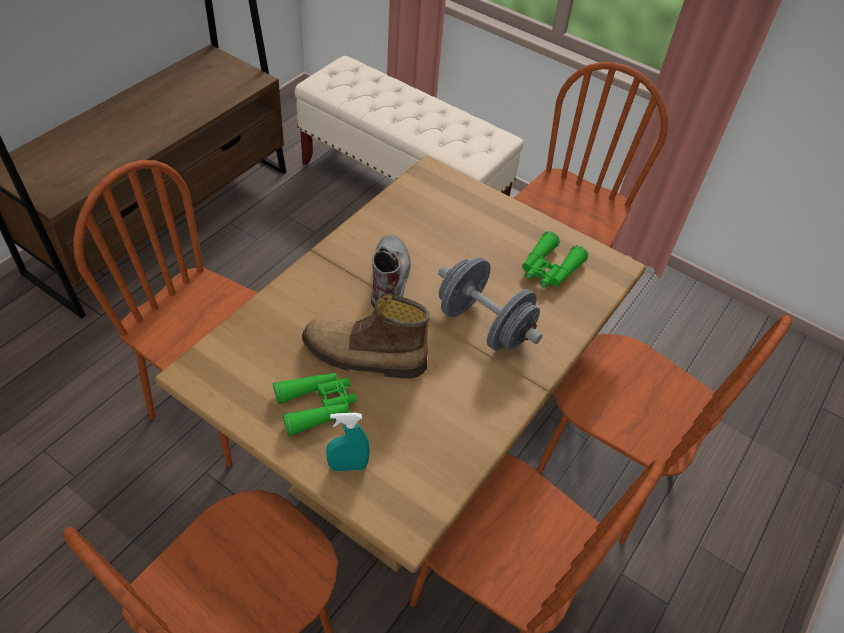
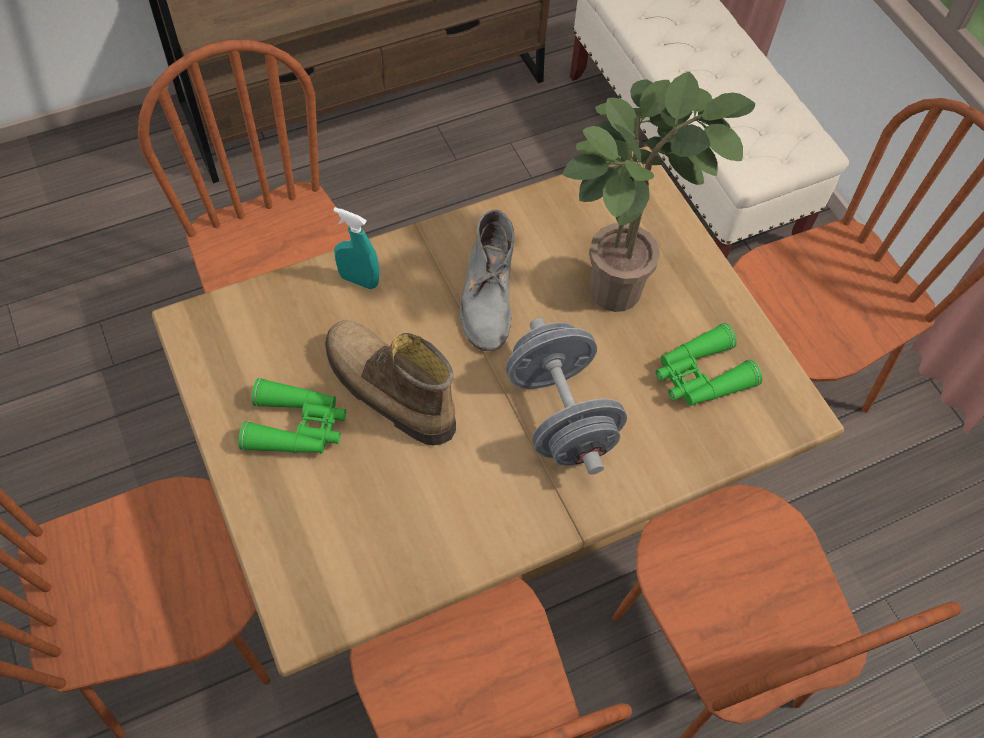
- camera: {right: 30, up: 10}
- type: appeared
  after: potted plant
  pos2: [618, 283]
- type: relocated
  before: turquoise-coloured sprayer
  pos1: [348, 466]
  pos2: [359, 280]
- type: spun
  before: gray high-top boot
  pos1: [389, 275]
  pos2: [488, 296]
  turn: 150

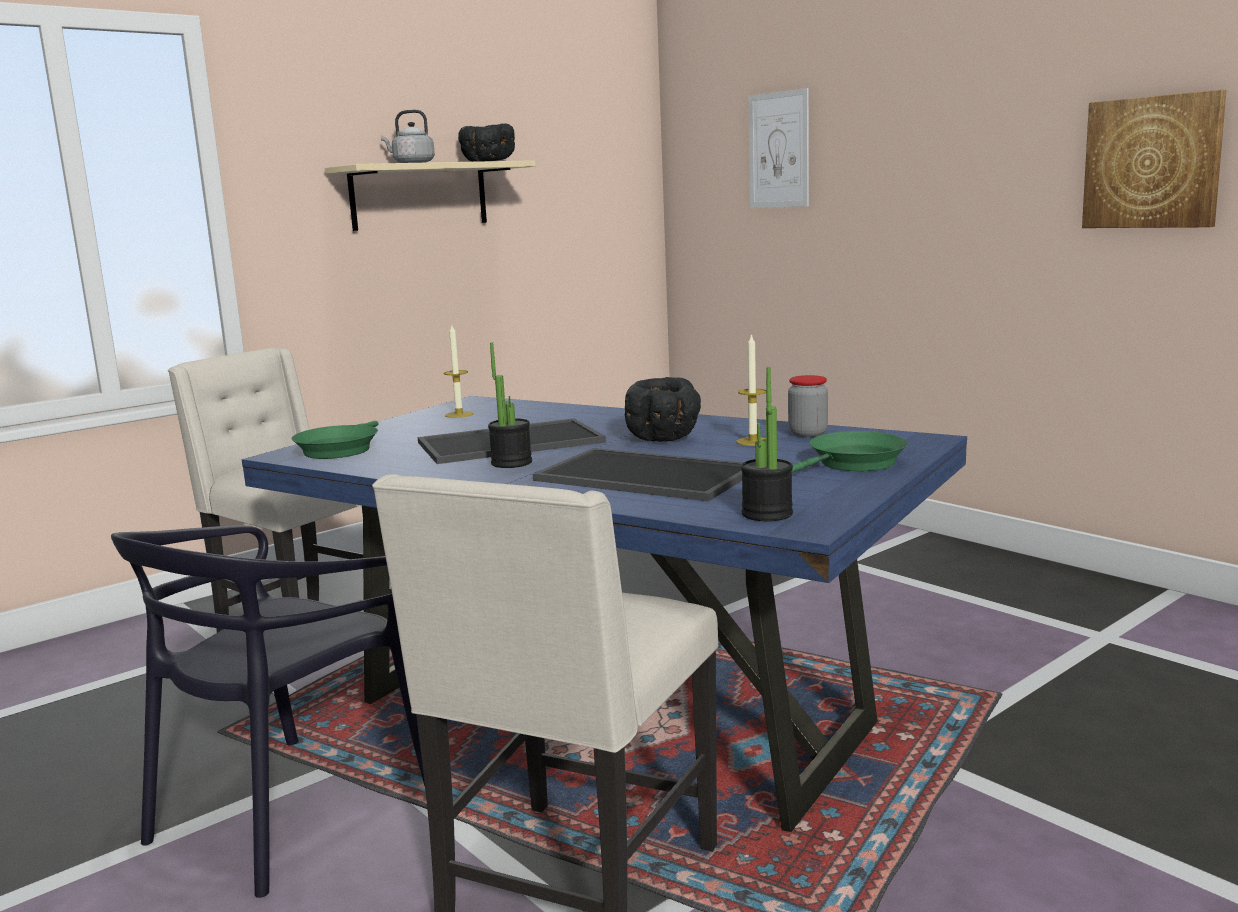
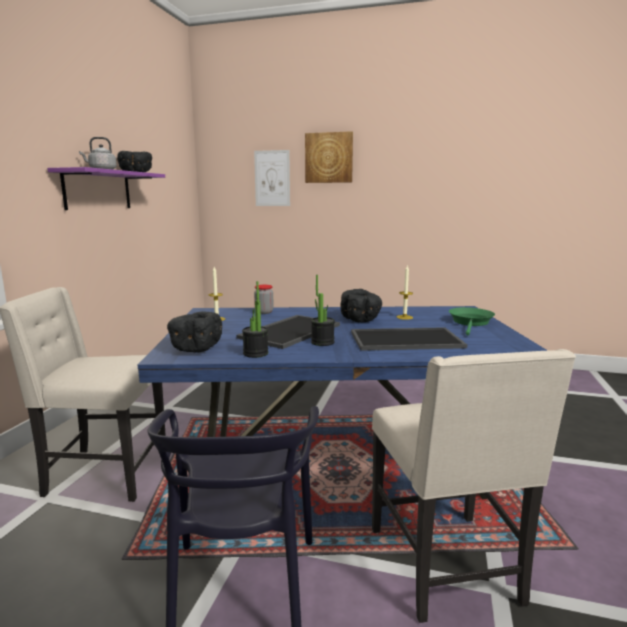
- camera: {right: -35, up: 0}
- type: relocated
  before: potted plant
  pos1: [767, 514]
  pos2: [255, 353]
- type: relocated
  before: storage jar
  pos1: [808, 433]
  pos2: [264, 312]
- type: relocated
  before: wall picture
  pos1: [1152, 162]
  pos2: [329, 158]
- type: exchanged
  before: green-coloured skillet
  after: blackish deep dish
  pos1: [339, 449]
  pos2: [195, 348]
- type: colour
  before: beige shelf
  after: purple-coloured shelf
  pos1: [419, 196]
  pos2: [97, 190]

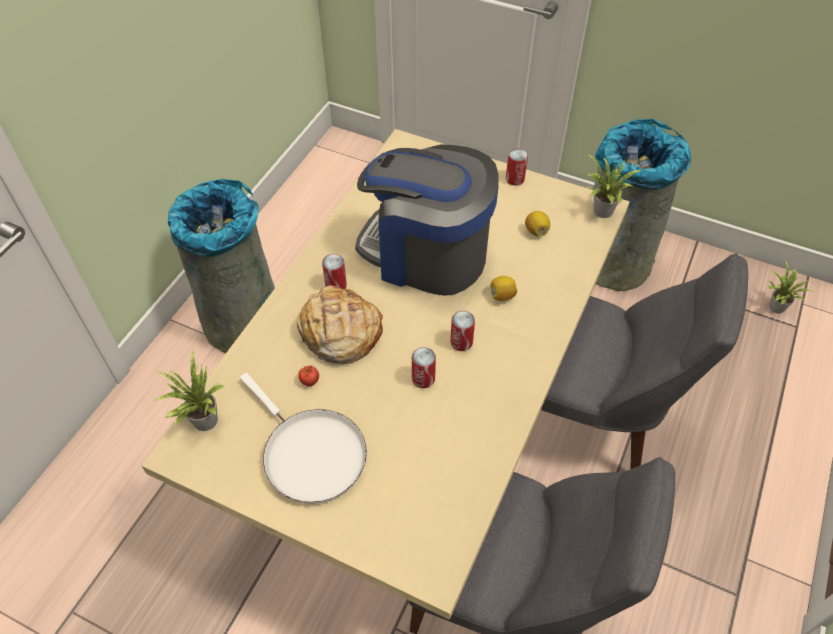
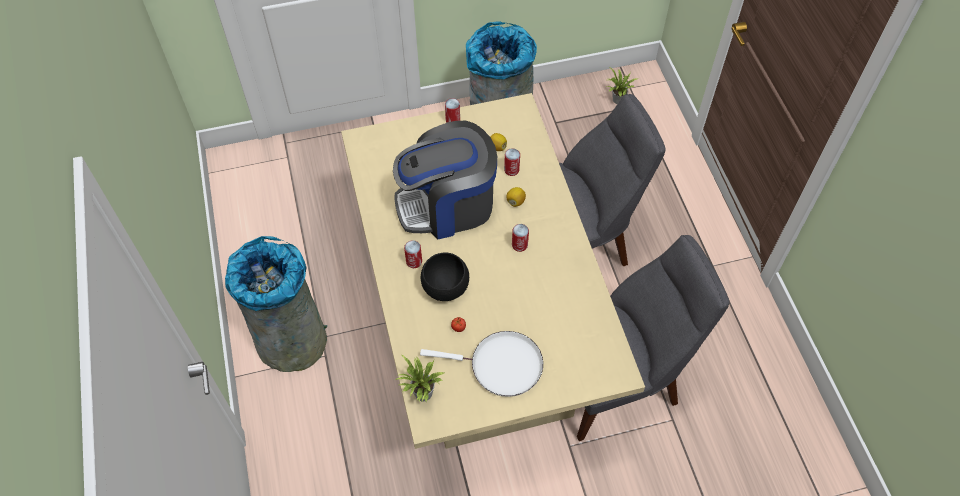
- camera: {right: -40, up: 5}
- type: missing
  before: potted plant
  pos1: [601, 212]
- type: relocated
  before: sealed can
  pos1: [423, 378]
  pos2: [511, 170]
- type: exchanged
  before: bread
  after: blackish deep dish
  pos1: [339, 333]
  pos2: [446, 288]

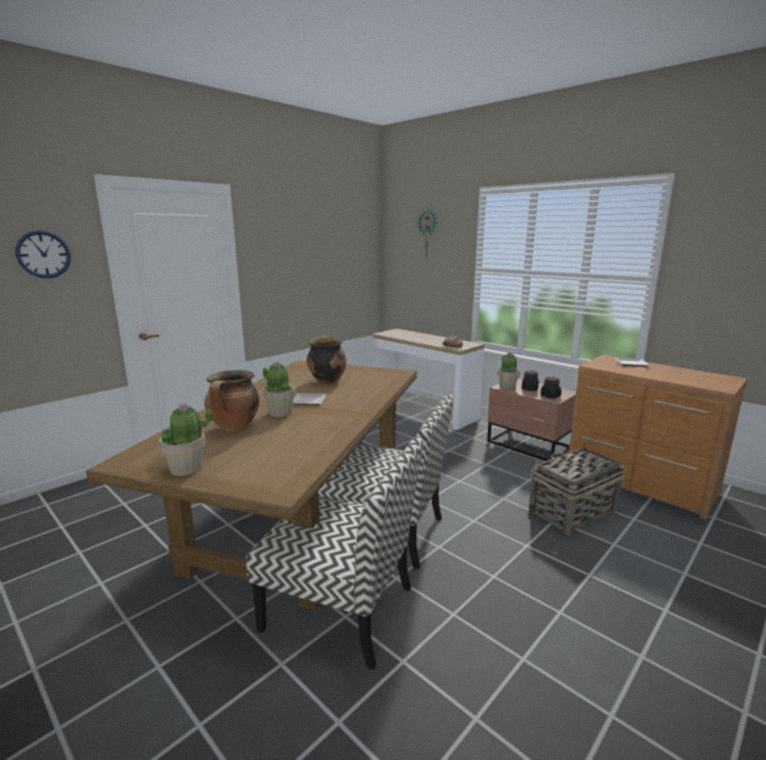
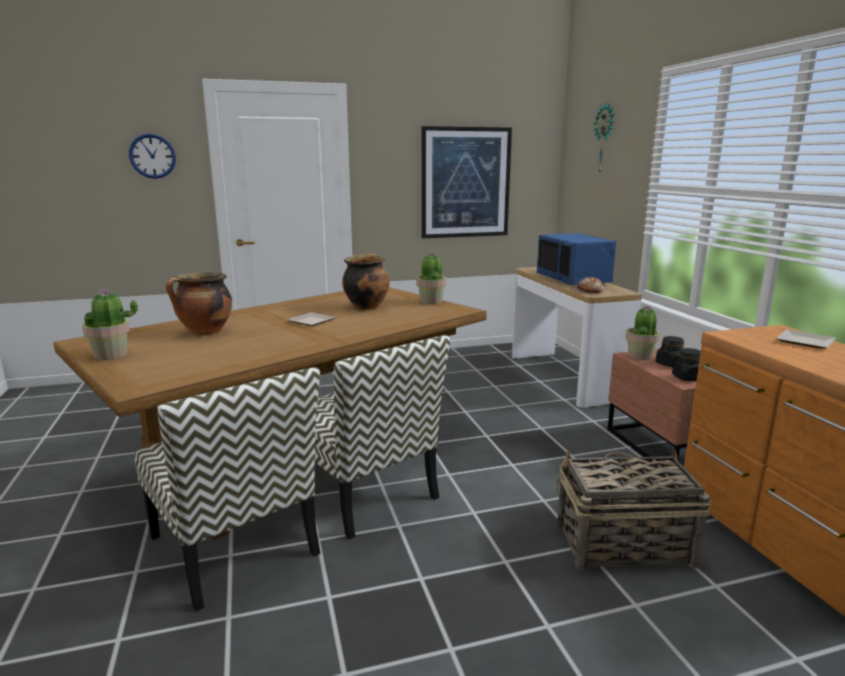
- camera: {right: 30, up: 0}
- type: appeared
  after: wall picture
  pos2: [465, 183]
- type: appeared
  after: blue kitchen microwave
  pos2: [574, 279]
- type: relocated
  before: potted plant
  pos1: [280, 412]
  pos2: [431, 301]

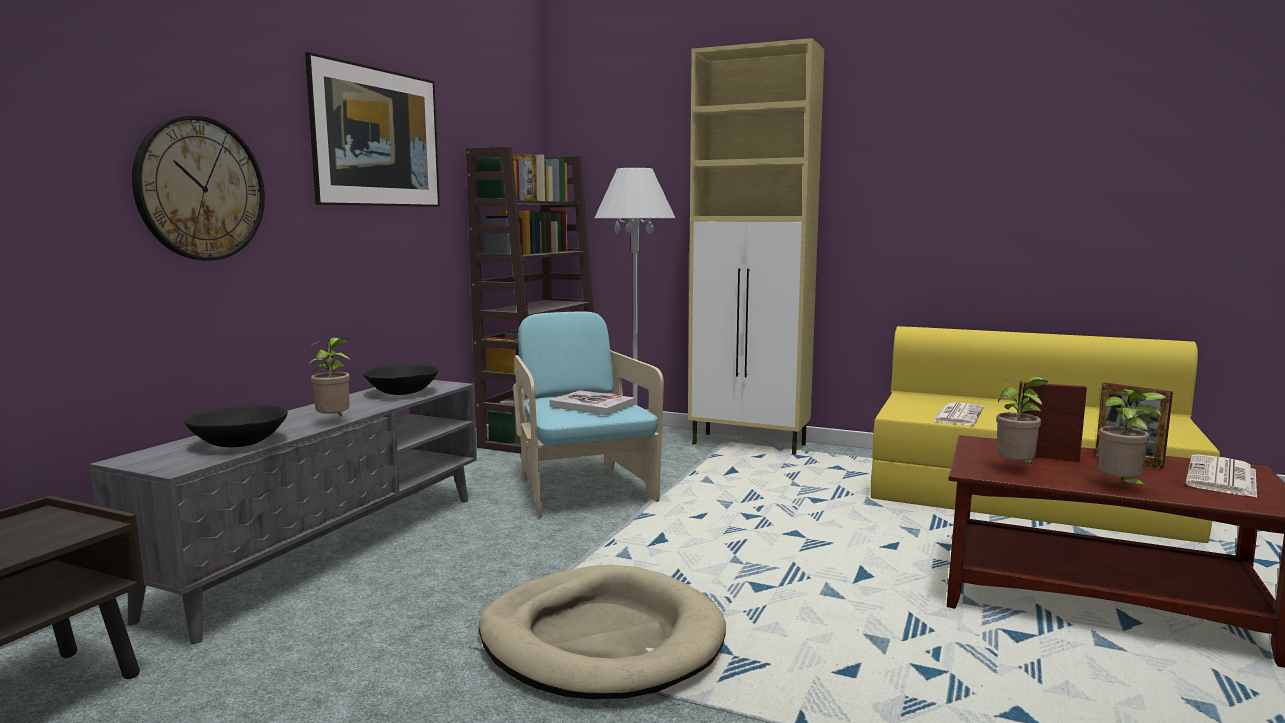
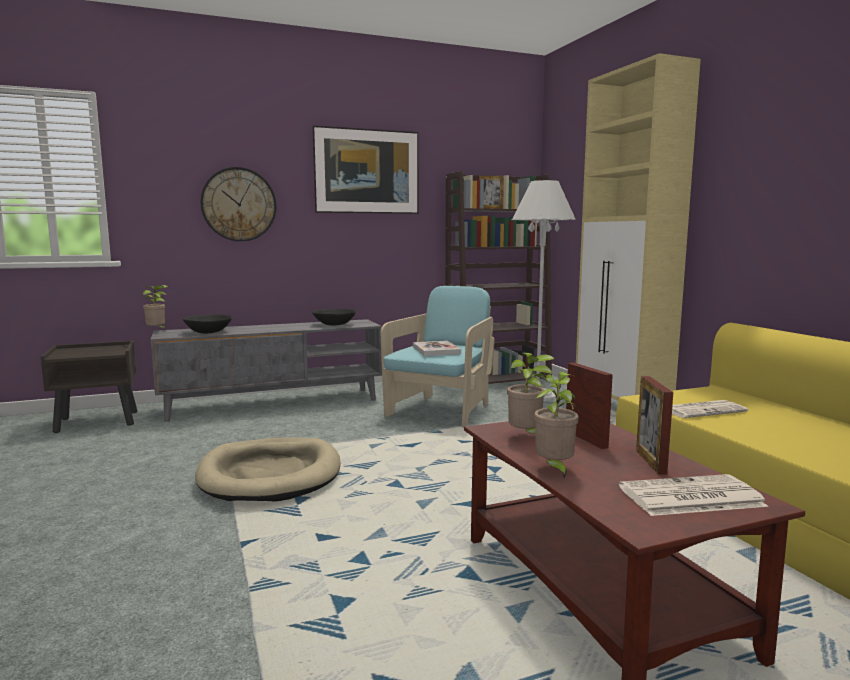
- camera: {right: 45, up: 0}
- type: relocated
  before: potted plant
  pos1: [334, 422]
  pos2: [157, 331]

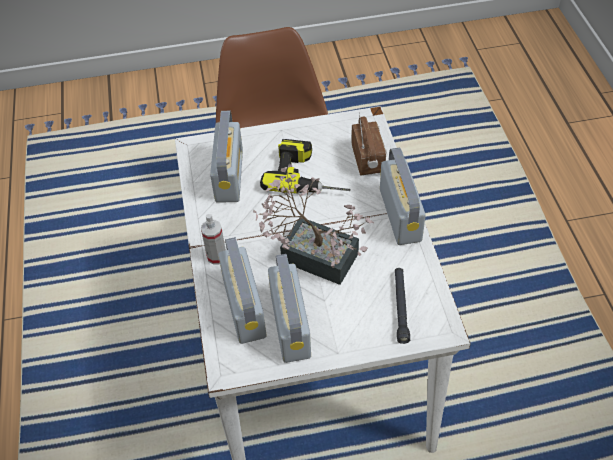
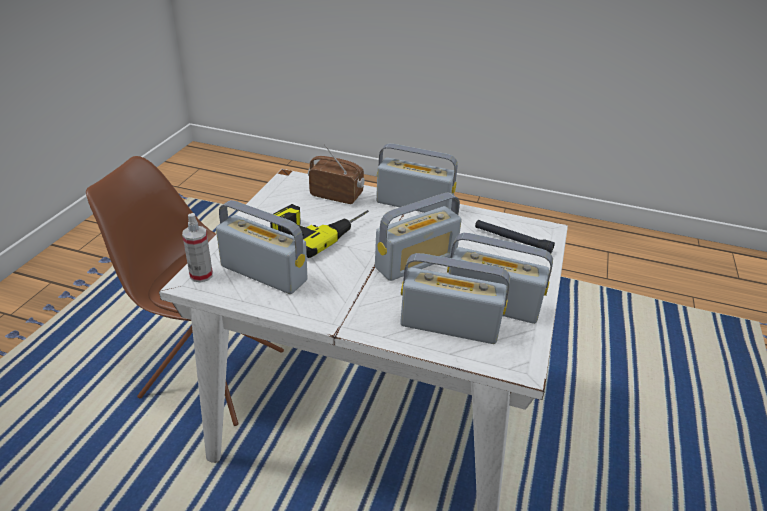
- camera: {right: -65, up: -15}
- type: relocated
  before: sprayer
  pos1: [216, 256]
  pos2: [201, 275]
- type: exchanged
  before: potted plant
  after: radio set
  pos1: [312, 253]
  pos2: [416, 261]

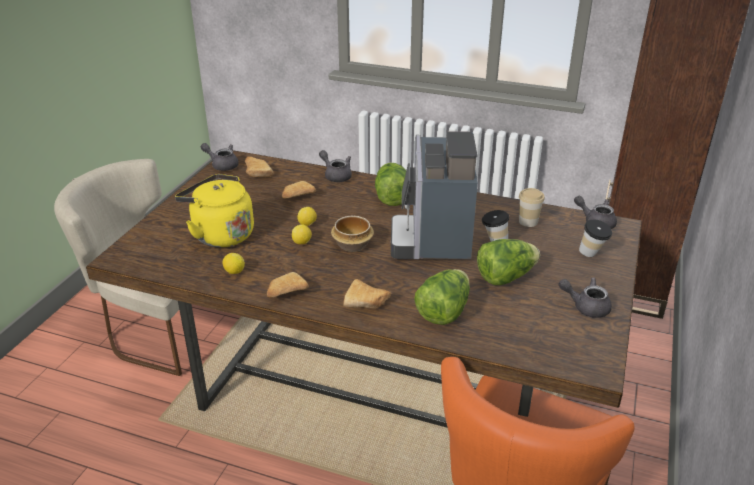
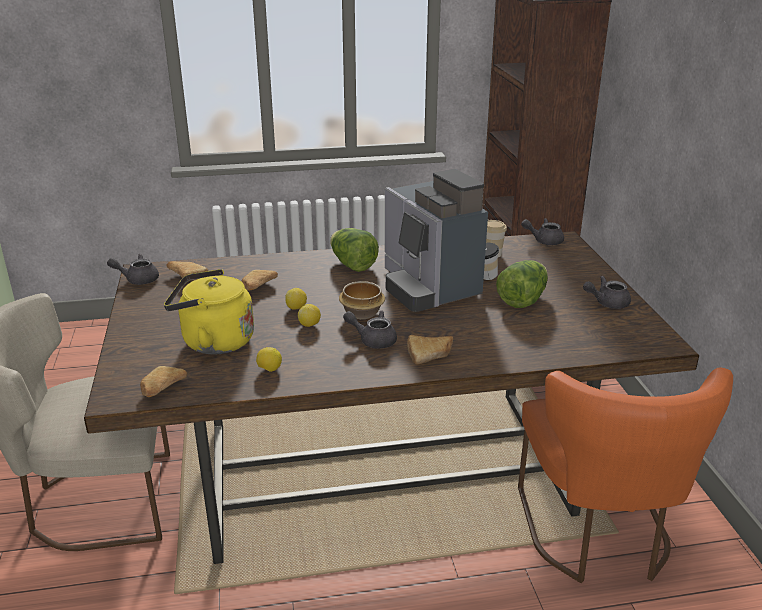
- camera: {right: -30, up: -5}
- type: missing
  before: lettuce
  pos1: [443, 312]
- type: missing
  before: cup
  pos1: [592, 255]
- type: relocated
  before: bread
  pos1: [285, 293]
  pos2: [160, 391]
- type: relocated
  before: gray teapot
  pos1: [336, 175]
  pos2: [373, 340]

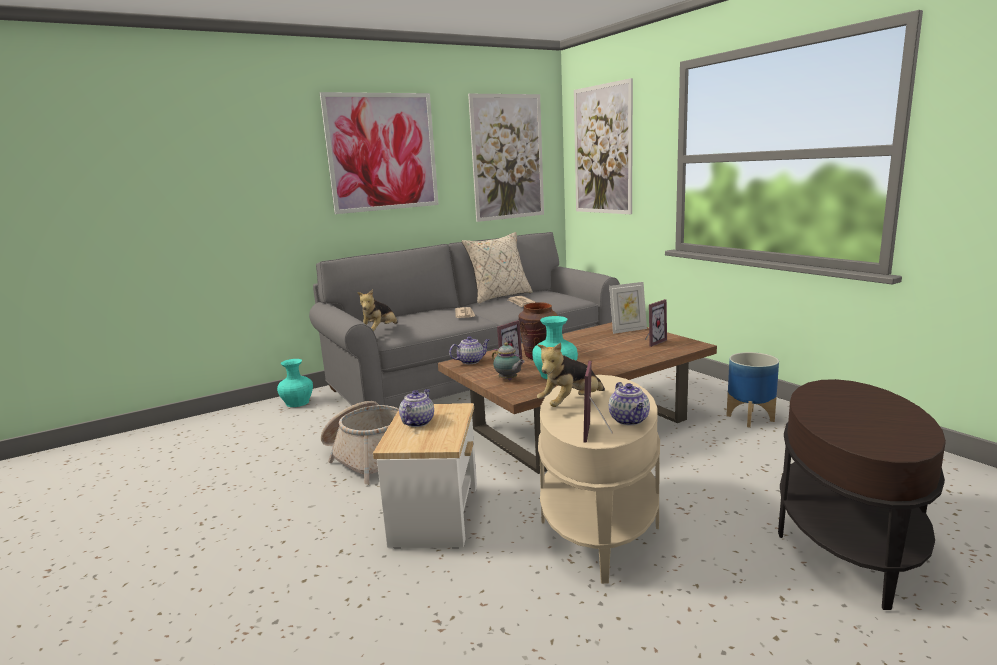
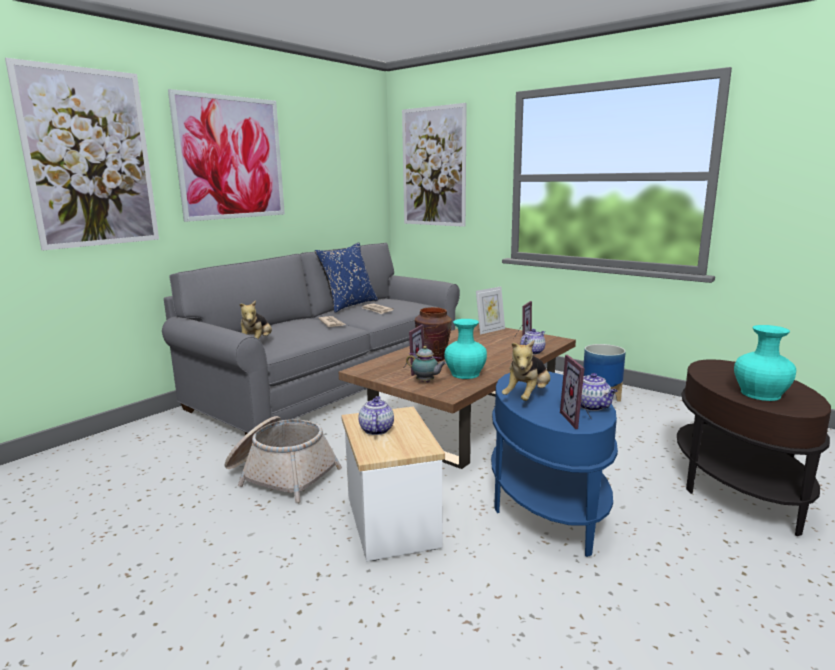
- camera: {right: -20, up: 0}
- type: relocated
  before: turquoise-coloured flower vase
  pos1: [297, 403]
  pos2: [761, 394]
- type: relocated
  before: teapot
  pos1: [471, 361]
  pos2: [532, 352]
- type: relocated
  before: wall picture
  pos1: [507, 157]
  pos2: [90, 159]
- type: colour
  before: beige throw pillow
  after: blue throw pillow
  pos1: [499, 296]
  pos2: [349, 305]
- type: colour
  before: beige accent table
  after: blue accent table
  pos1: [599, 524]
  pos2: [546, 505]

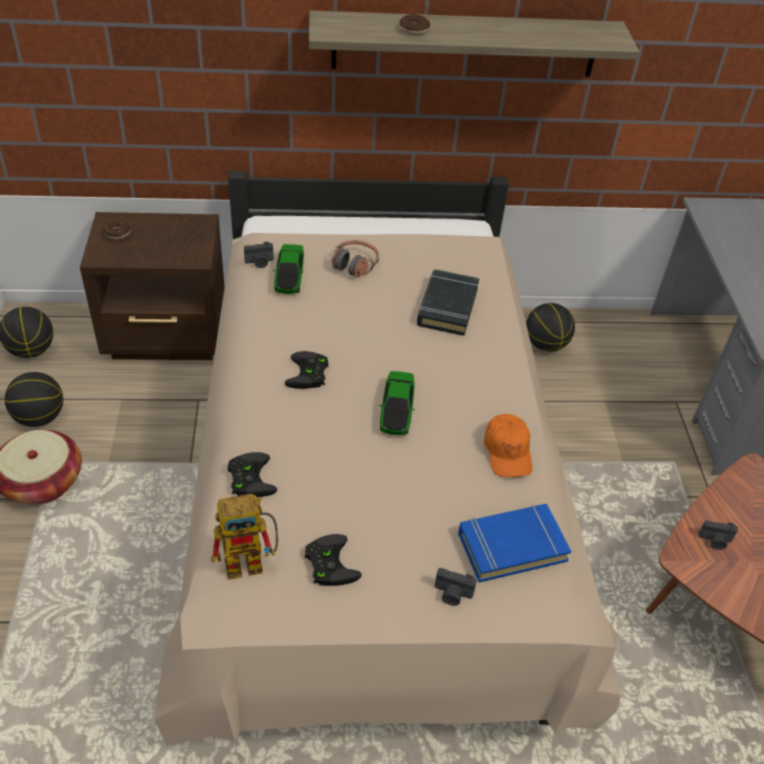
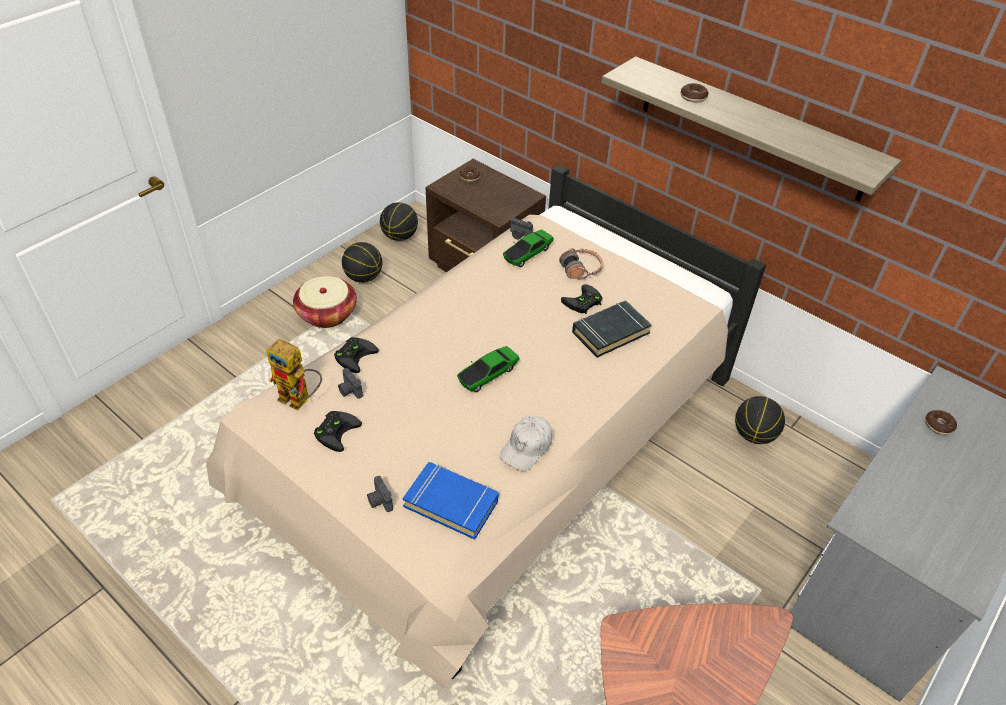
- camera: {right: 45, up: 0}
- type: appeared
  after: ring doughnut
  pos2: [938, 425]
- type: relocated
  before: blackish gamepad
  pos1: [309, 374]
  pos2: [582, 302]
- type: relocated
  before: still camera
  pos1: [715, 541]
  pos2: [349, 391]
- type: colour
  before: orange-coloured cap
  after: whitish cap
  pos1: [507, 451]
  pos2: [527, 448]

